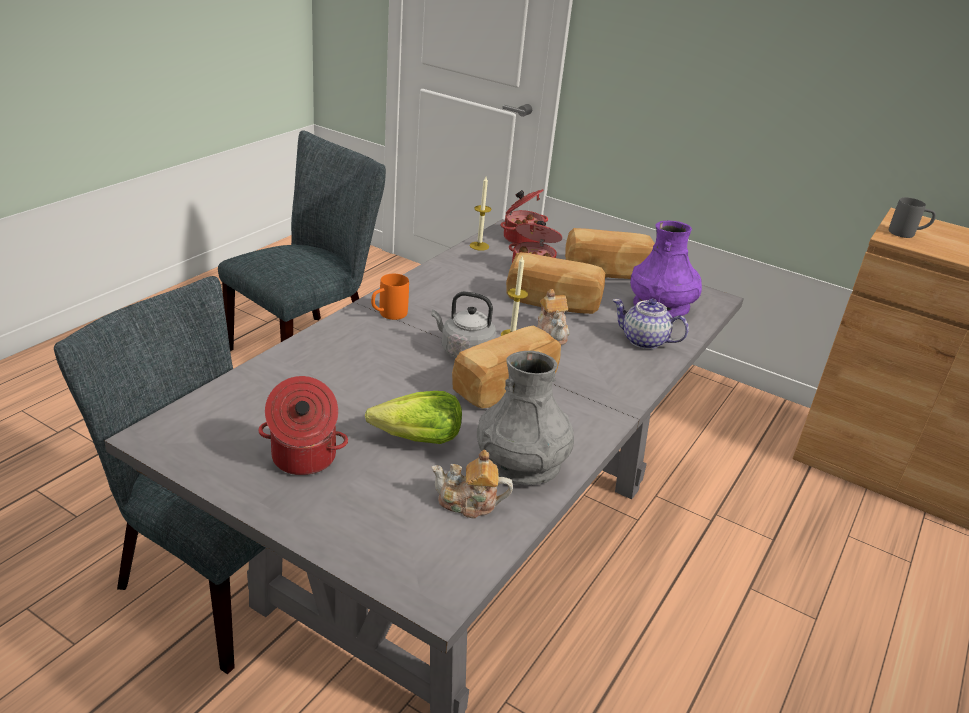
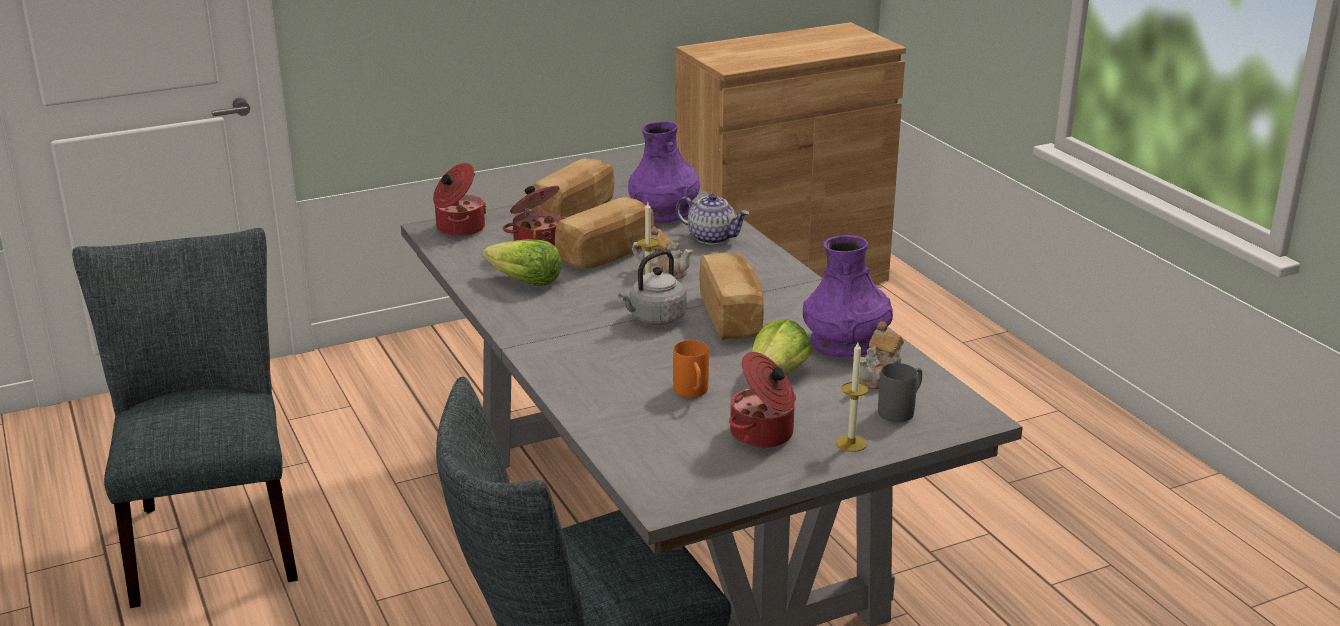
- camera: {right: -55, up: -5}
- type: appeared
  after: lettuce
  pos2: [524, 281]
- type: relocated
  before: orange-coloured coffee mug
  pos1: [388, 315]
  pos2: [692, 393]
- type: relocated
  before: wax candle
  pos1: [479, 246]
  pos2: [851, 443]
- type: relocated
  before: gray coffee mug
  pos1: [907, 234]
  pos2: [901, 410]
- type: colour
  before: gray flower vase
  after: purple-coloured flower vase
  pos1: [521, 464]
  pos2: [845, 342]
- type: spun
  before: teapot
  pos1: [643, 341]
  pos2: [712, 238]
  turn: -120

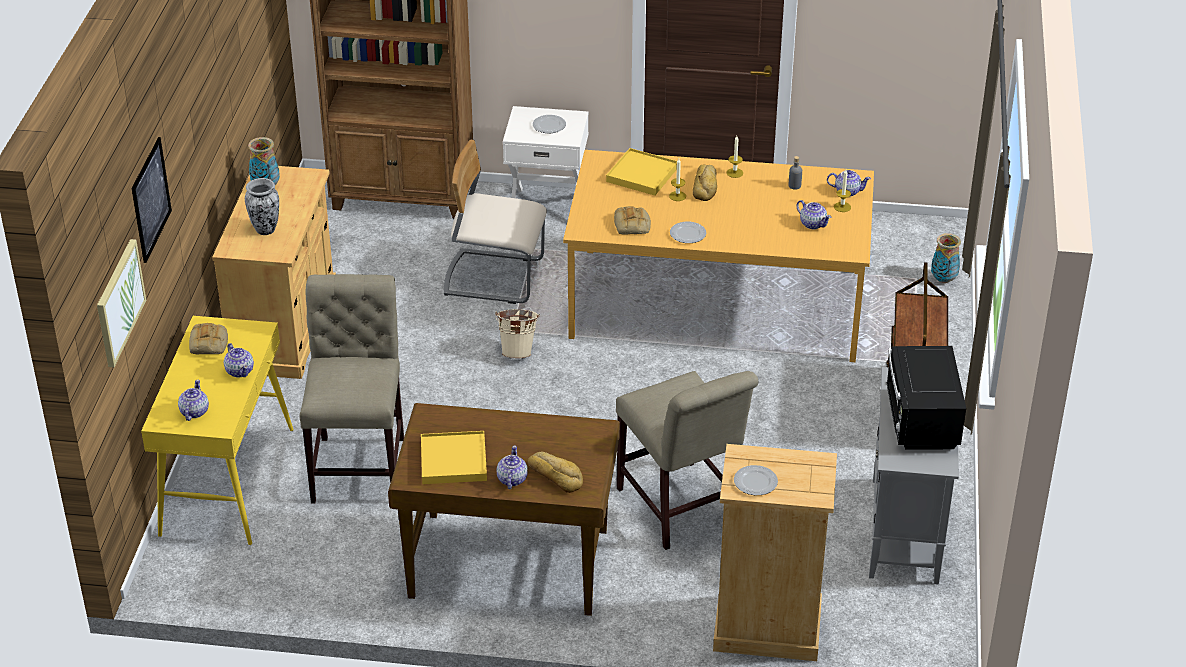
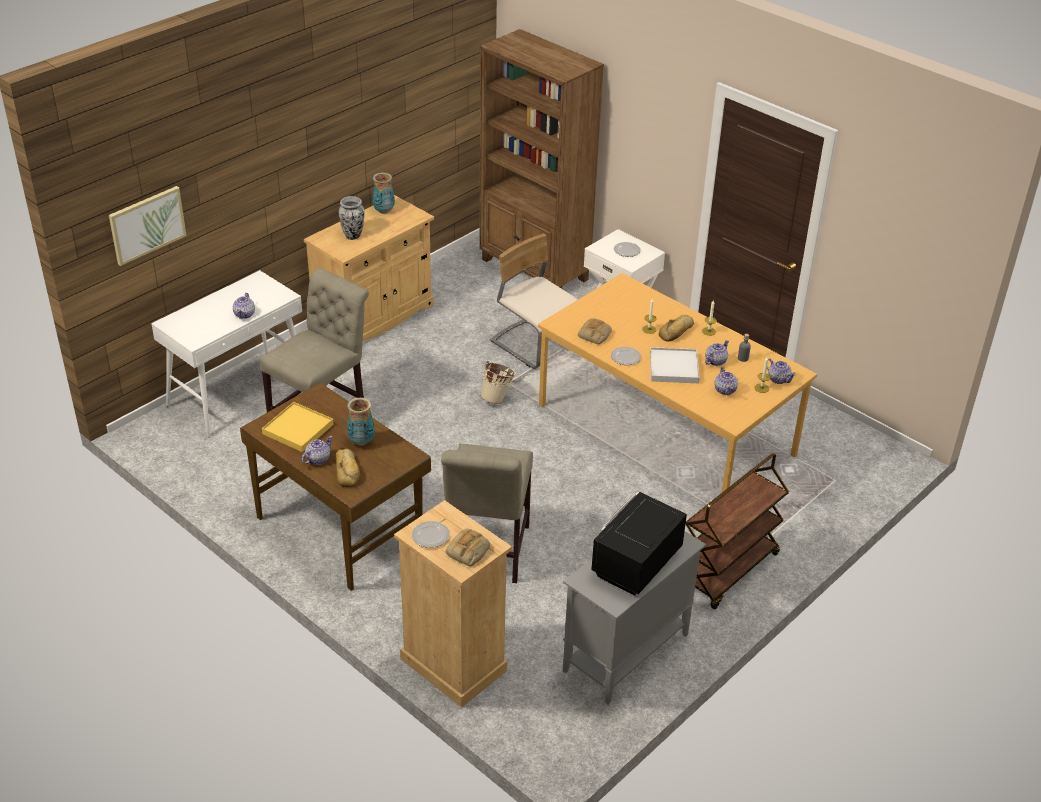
- camera: {right: 35, up: 0}
- type: missing
  before: wall picture
  pos1: [151, 199]
- type: missing
  before: yellow-coloured carrying tray
  pos1: [642, 175]
- type: appeared
  after: whitish carrying tray
  pos2: [674, 368]
- type: relocated
  before: teapot
  pos1: [194, 412]
  pos2: [715, 361]
- type: relocated
  before: bread
  pos1: [209, 343]
  pos2: [468, 551]
- type: relocated
  before: flower vase
  pos1: [944, 279]
  pos2: [361, 442]
- type: colour
  before: yellow-coloured hall table
  after: whitish hall table
  pos1: [227, 481]
  pos2: [239, 393]

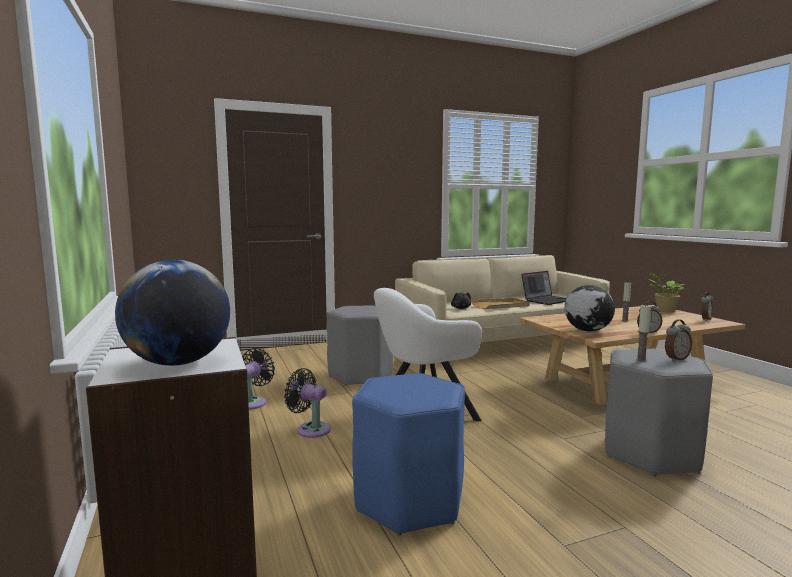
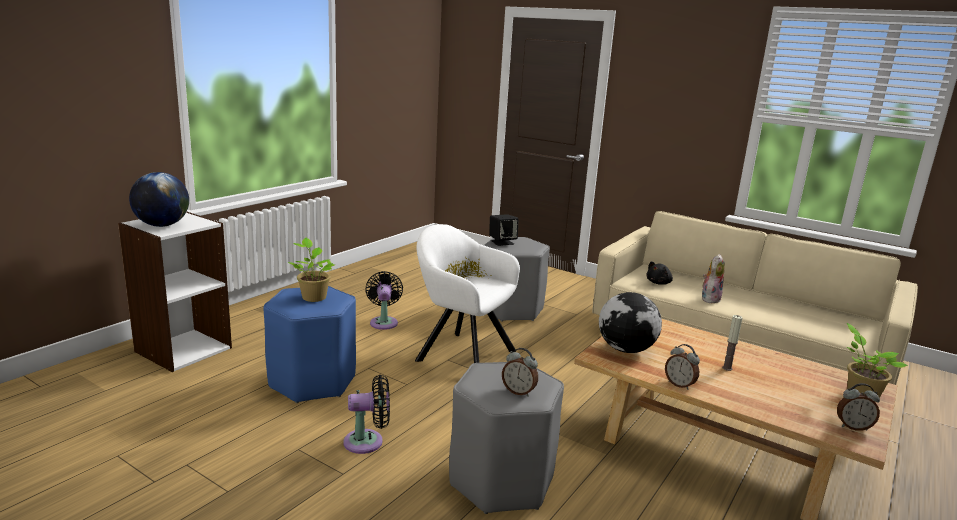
- camera: {right: 55, up: 10}
- type: missing
  before: laptop
  pos1: [547, 300]
- type: missing
  before: wax candle
  pos1: [641, 360]
- type: appeared
  after: potted plant
  pos2: [313, 297]
- type: appeared
  after: blackish audio speaker
  pos2: [502, 242]
- type: relocated
  before: blackish fan
  pos1: [253, 402]
  pos2: [368, 441]
- type: exchanged
  before: beige carrying tray
  after: cuddly toy
  pos1: [501, 306]
  pos2: [709, 298]

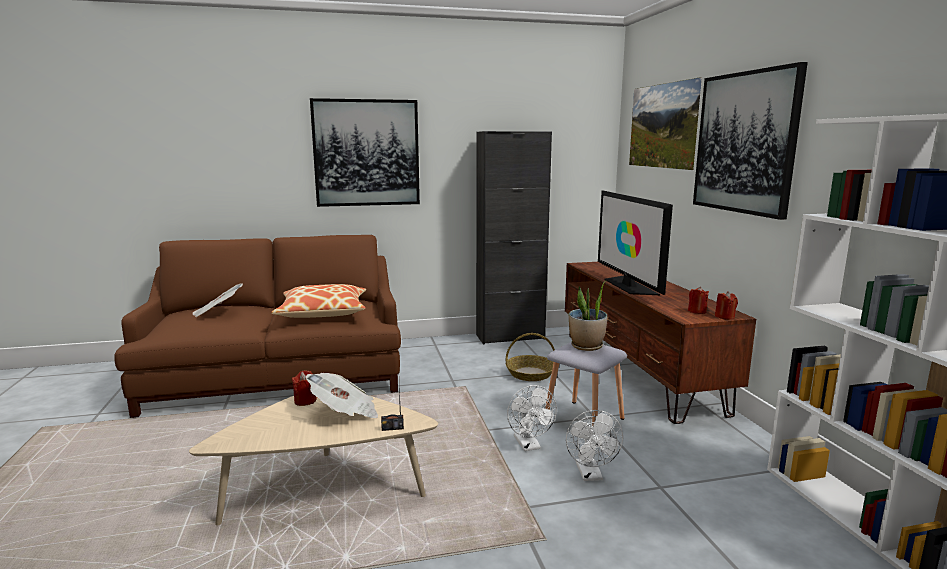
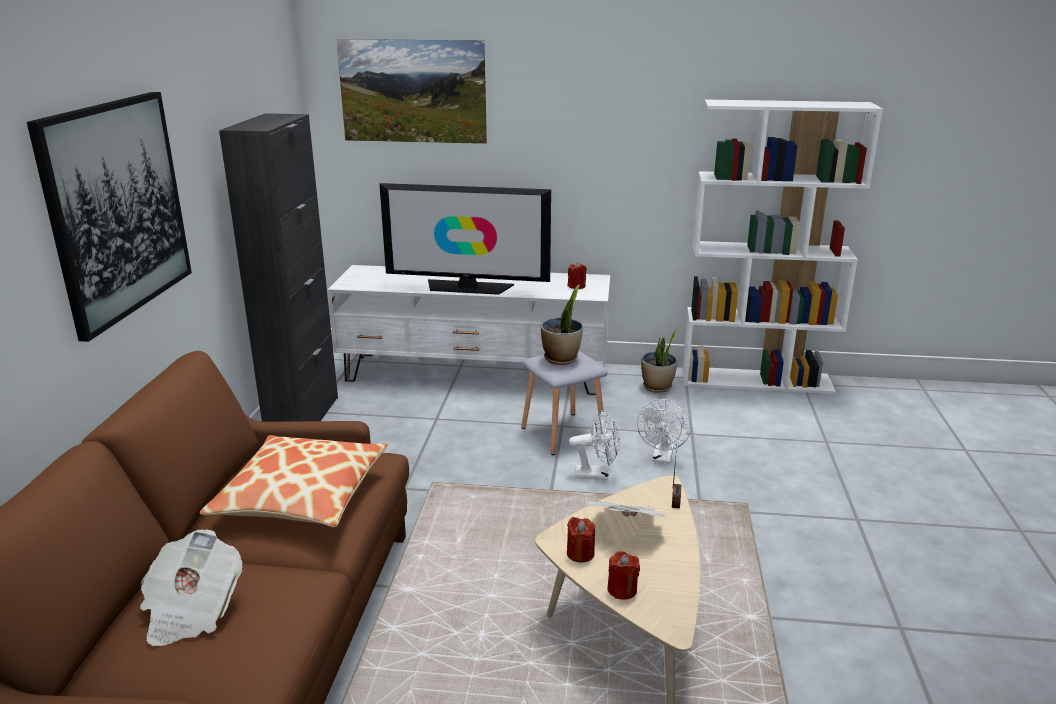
- camera: {right: -70, up: 10}
- type: missing
  before: household basket
  pos1: [530, 374]
- type: missing
  before: wall picture
  pos1: [745, 143]
- type: appeared
  after: potted plant
  pos2: [657, 387]
- type: relocated
  before: reddish wax candle
  pos1: [724, 317]
  pos2: [622, 590]
- type: colour
  before: brown tv stand
  after: whitish tv stand
  pos1: [637, 370]
  pos2: [475, 374]
- type: spun
  before: whitish fan
  pos1: [590, 475]
  pos2: [662, 458]
  turn: 90

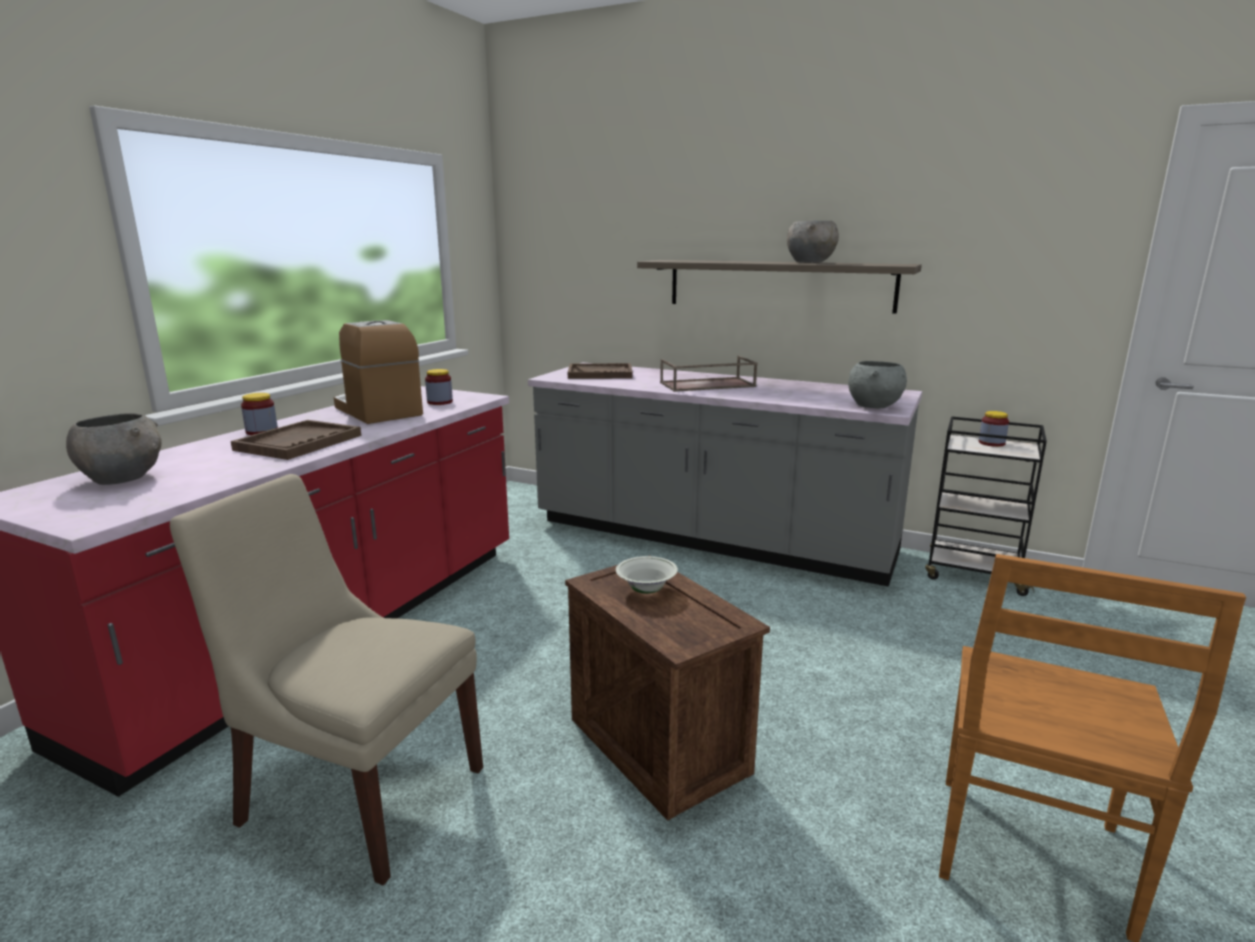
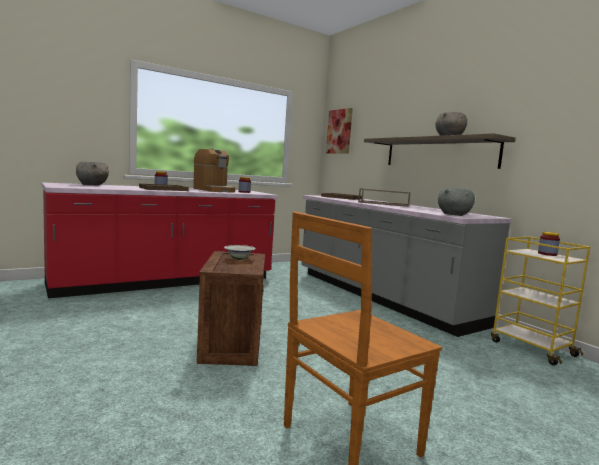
- camera: {right: 30, up: -10}
- type: missing
  before: beige upright chair
  pos1: [357, 792]
- type: appeared
  after: wall picture
  pos2: [339, 131]
- type: colour
  before: blackish trolley
  after: yellow-coloured trolley
  pos1: [973, 574]
  pos2: [531, 348]
- type: spun
  before: coffee machine
  pos1: [377, 411]
  pos2: [214, 190]
  turn: 150

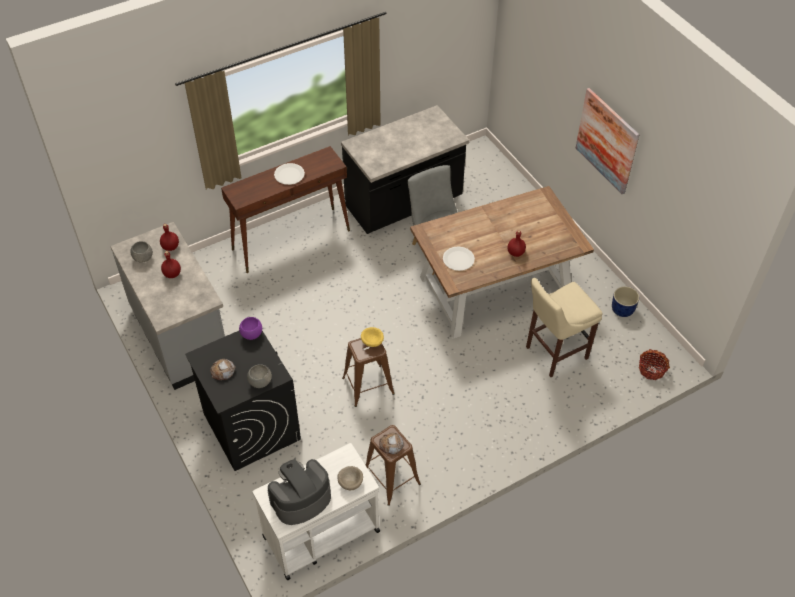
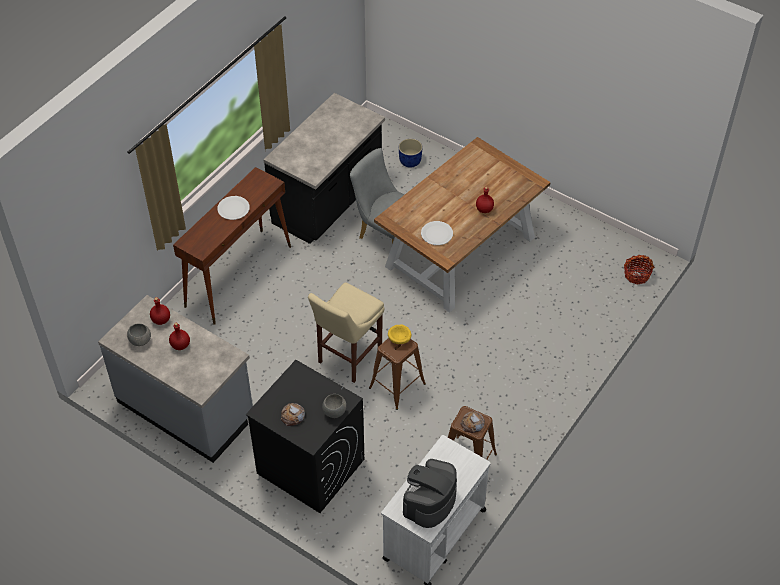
- camera: {right: -25, up: 0}
- type: missing
  before: purple-coloured deep dish
  pos1: [251, 334]
- type: missing
  before: beige deep dish
  pos1: [350, 482]
- type: missing
  before: wall picture
  pos1: [607, 140]
- type: relocated
  before: beige stool
  pos1: [553, 353]
  pos2: [347, 358]
- type: relocated
  before: blue flower pot
  pos1: [623, 310]
  pos2: [410, 161]

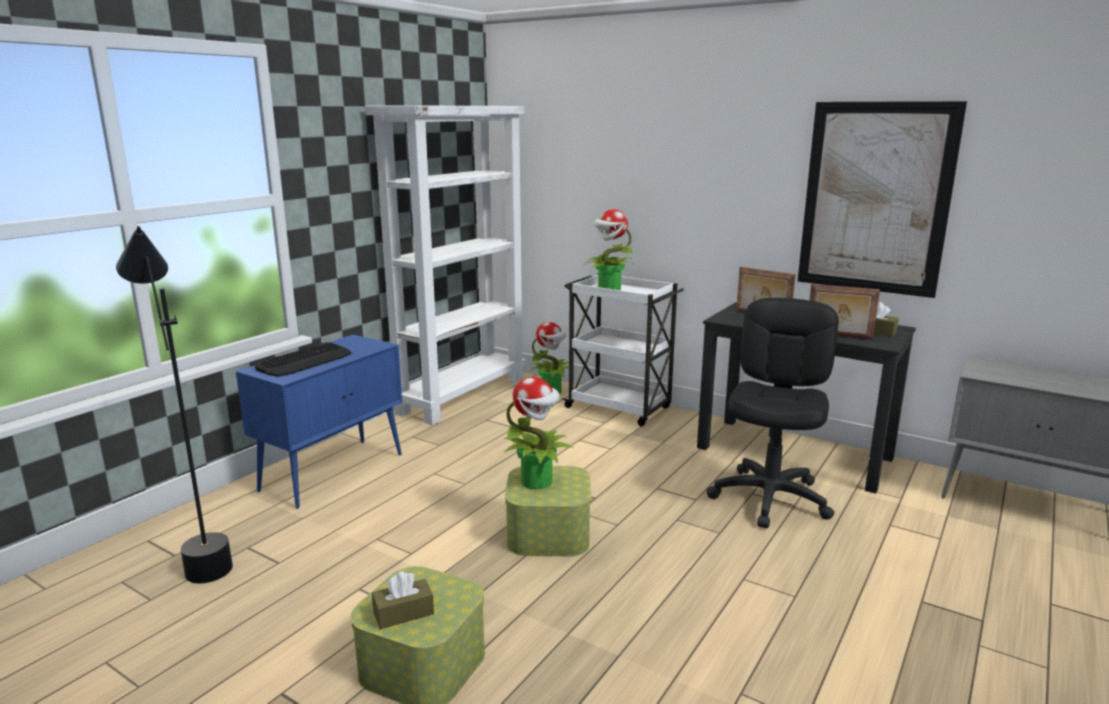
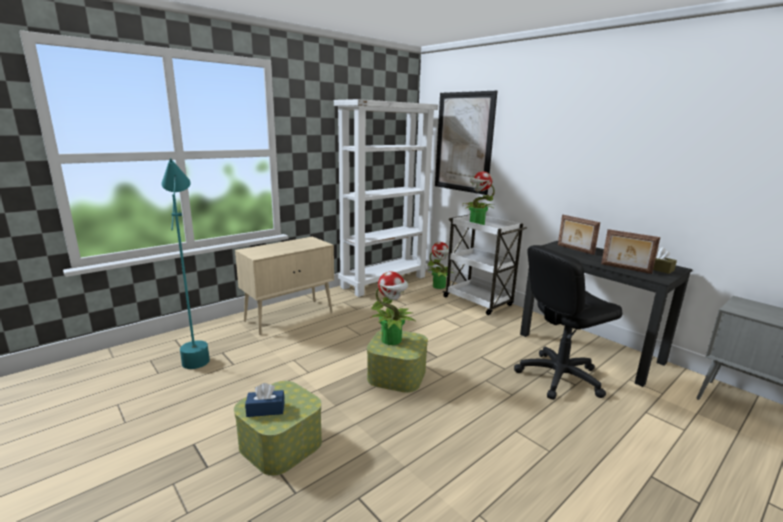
- camera: {right: 15, up: 0}
- type: missing
  before: keyboard
  pos1: [305, 361]
- type: relocated
  before: wall picture
  pos1: [875, 198]
  pos2: [463, 142]
- type: colour
  before: blackish standing lamp
  after: turquoise-coloured standing lamp
  pos1: [199, 553]
  pos2: [196, 351]
- type: colour
  before: blue cabinet
  after: beige cabinet
  pos1: [334, 471]
  pos2: [290, 316]
- type: colour
  before: brown tissue holder
  after: blue tissue holder
  pos1: [403, 613]
  pos2: [265, 409]
- type: spun
  before: blackish office chair
  pos1: [770, 498]
  pos2: [559, 377]
  turn: -150

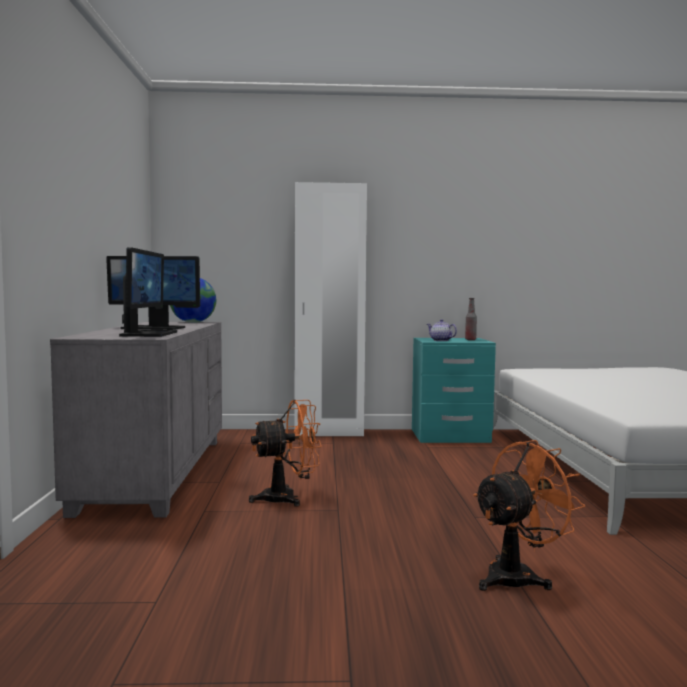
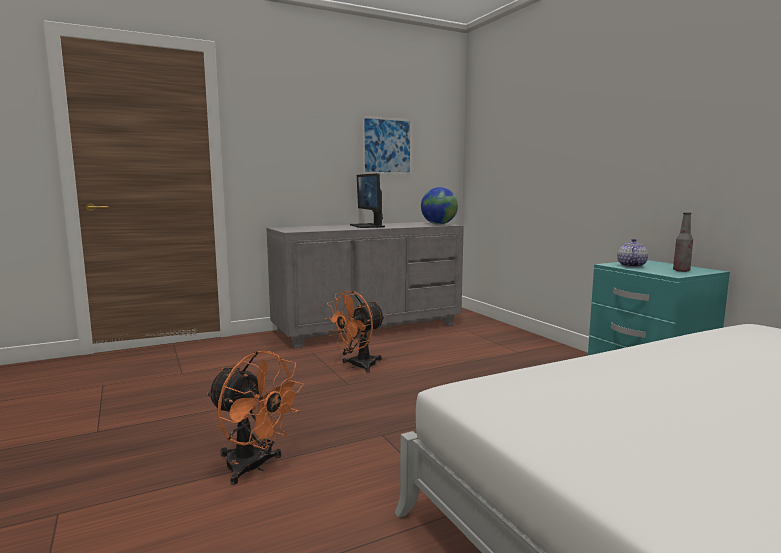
- camera: {right: 65, up: 5}
- type: missing
  before: monitor
  pos1: [148, 334]
- type: missing
  before: whitish armoire
  pos1: [329, 433]
- type: appeared
  after: wall picture
  pos2: [387, 146]
- type: spun
  before: orange-coloured fan
  pos1: [287, 498]
  pos2: [358, 366]
  turn: 90

